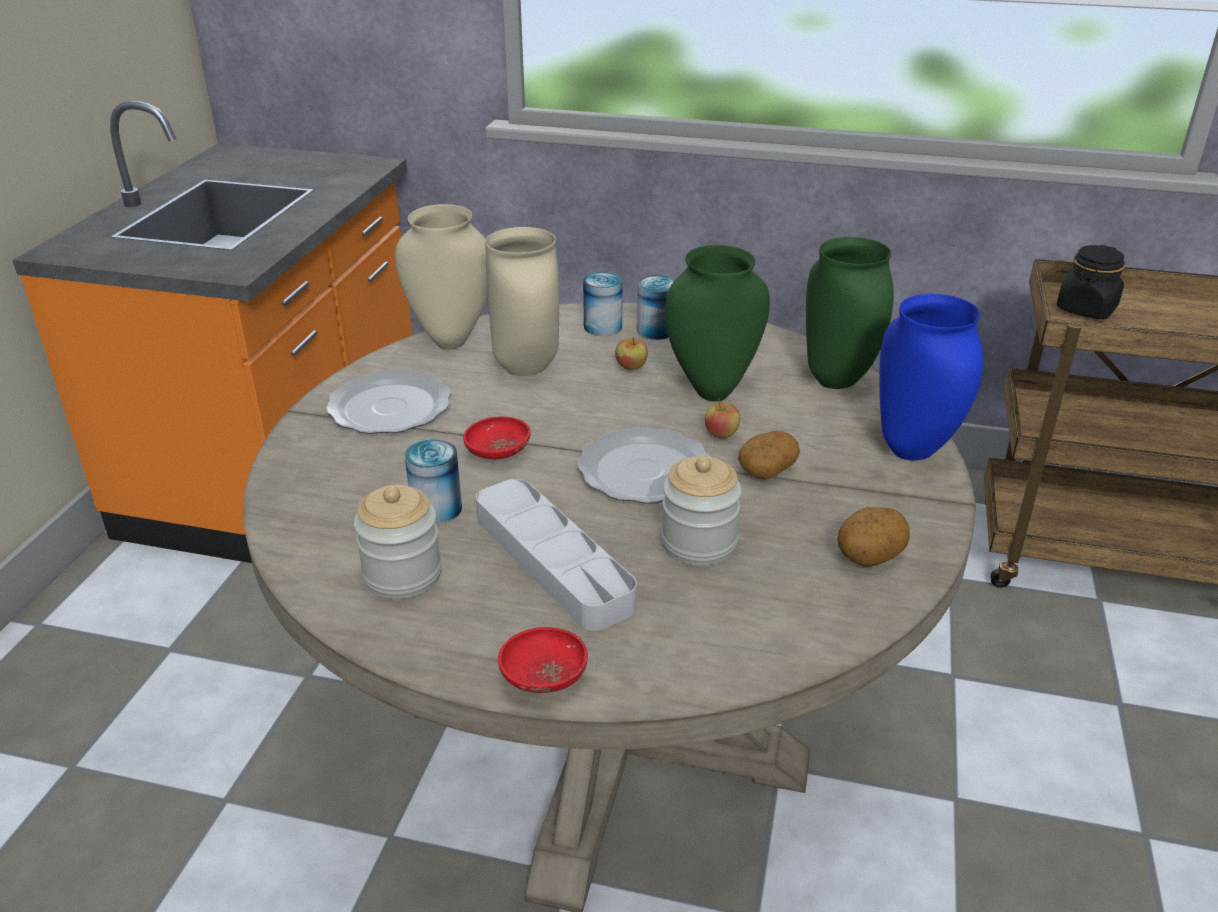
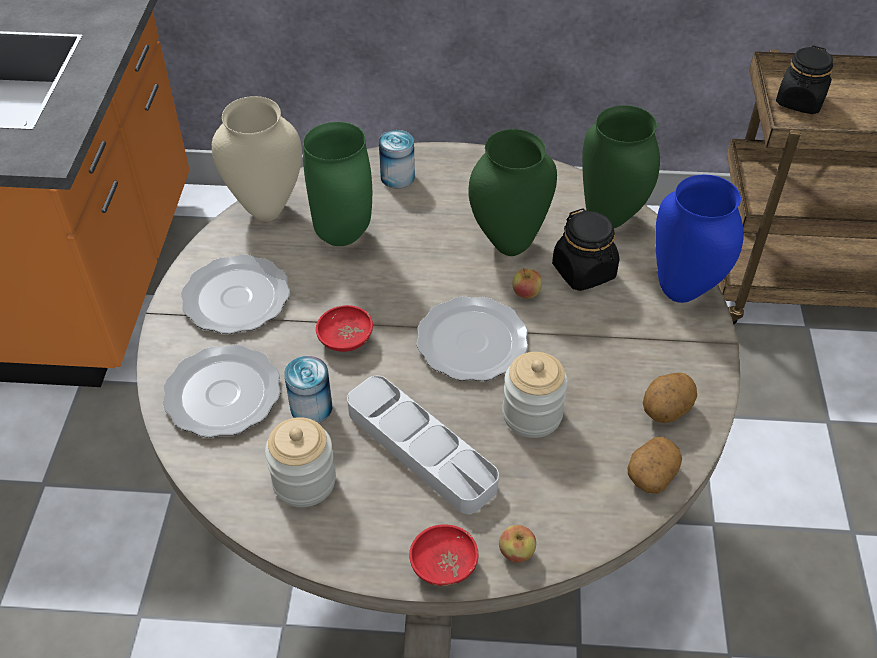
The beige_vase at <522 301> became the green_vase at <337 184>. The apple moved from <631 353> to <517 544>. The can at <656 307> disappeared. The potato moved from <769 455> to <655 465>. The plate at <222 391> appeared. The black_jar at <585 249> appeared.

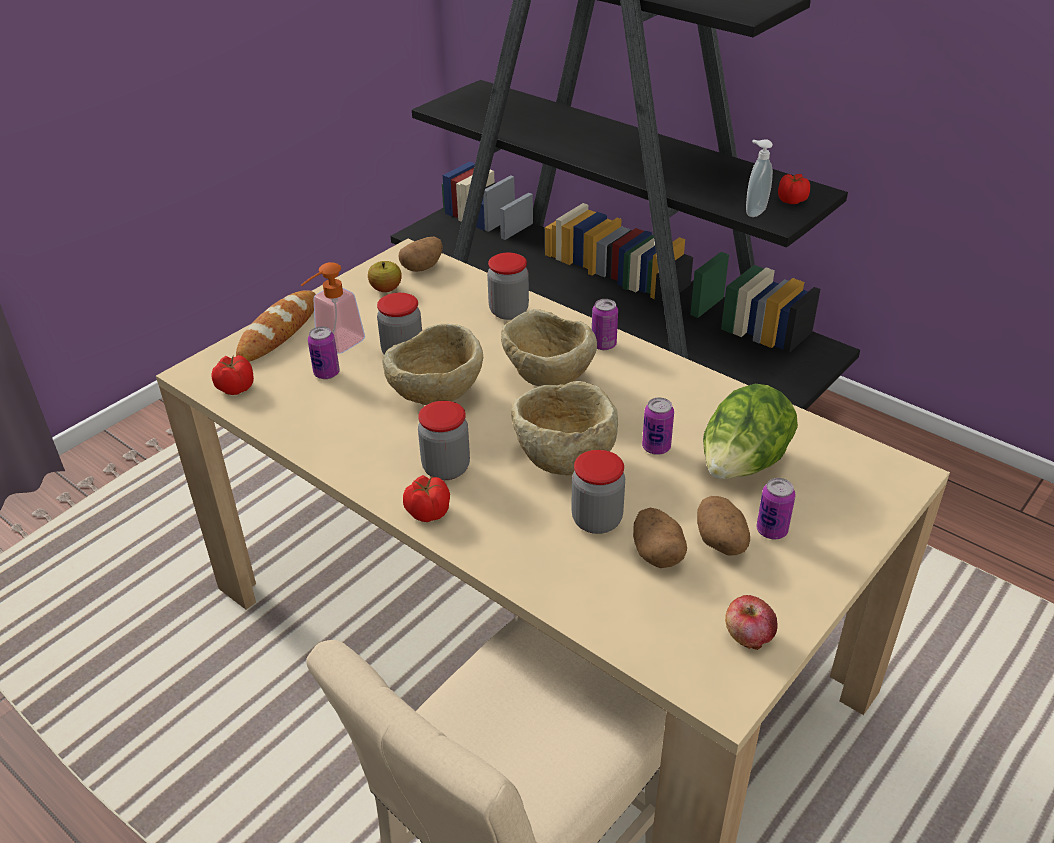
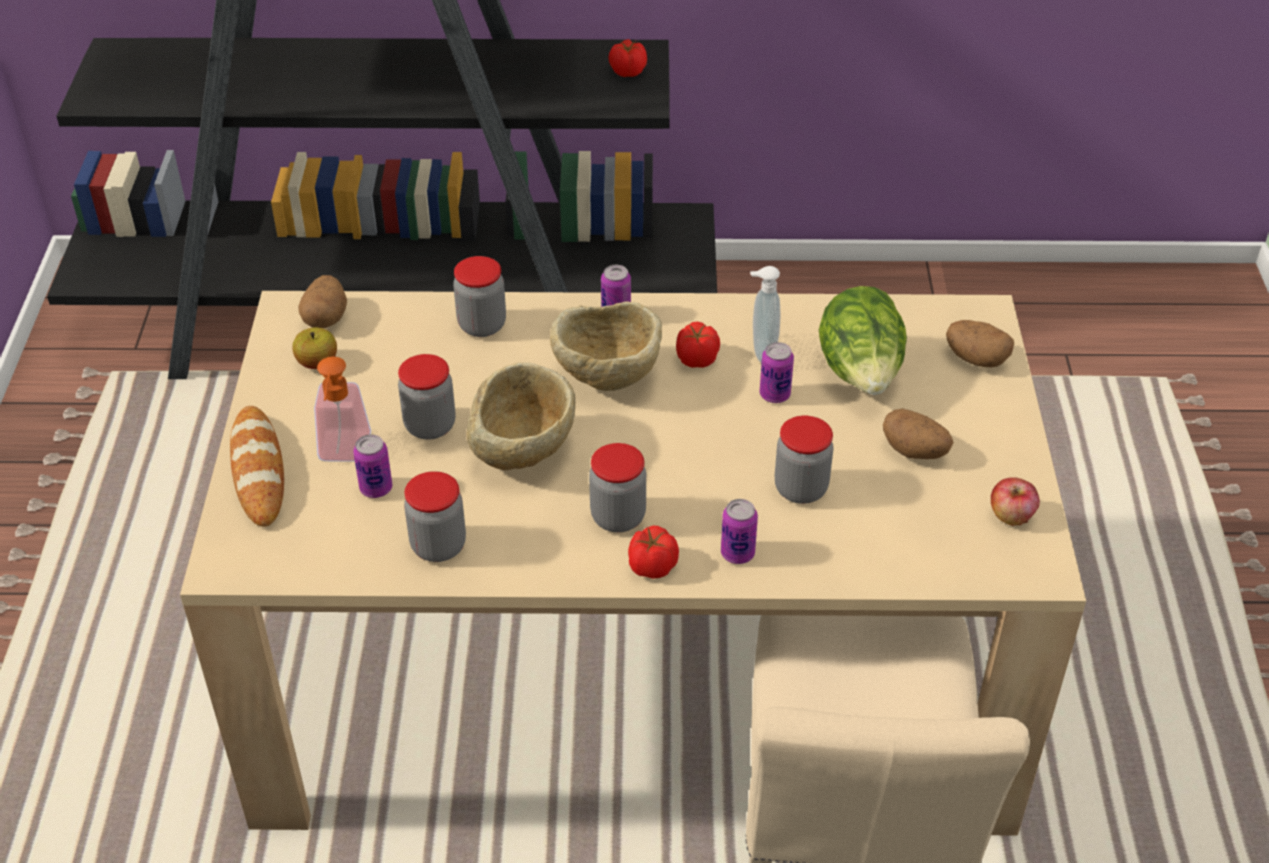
The tomato moved from <232 375> to <698 344>. The beige_bowl at <564 428> disappeared. The potato moved from <660 538> to <980 344>. The soap_dispenser moved from <759 178> to <765 314>. The can moved from <776 508> to <739 531>. The jar at <435 516> appeared.

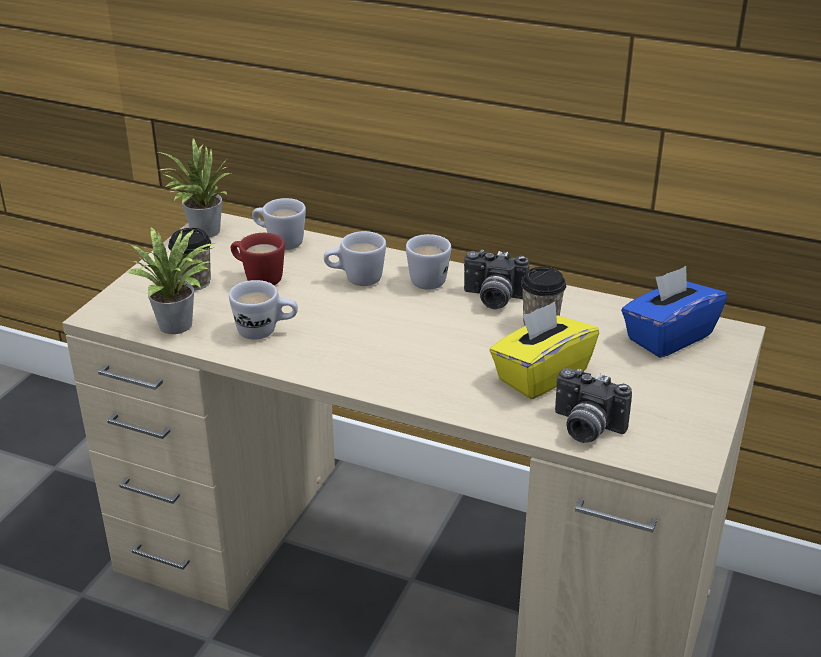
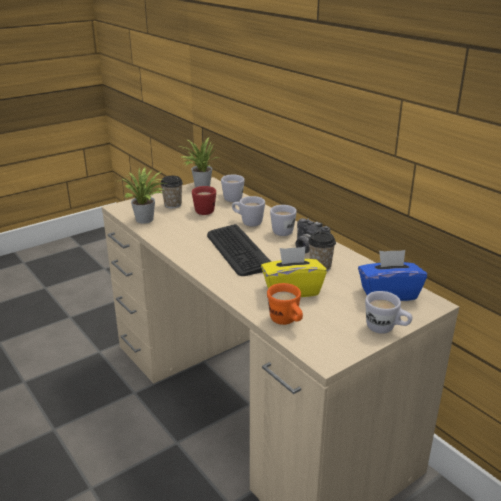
The white_mug moved from <263 310> to <388 312>. The photo_camera at <593 405> was replaced by the orange_mug at <285 304>. The keyboard at <239 250> appeared.

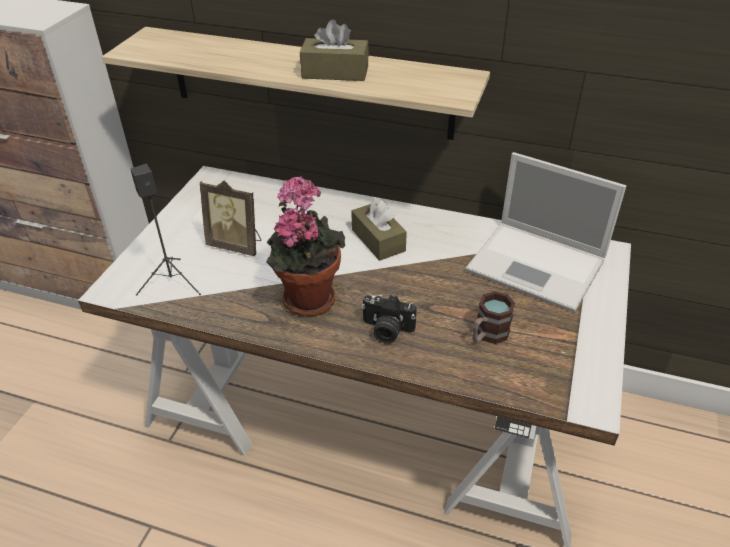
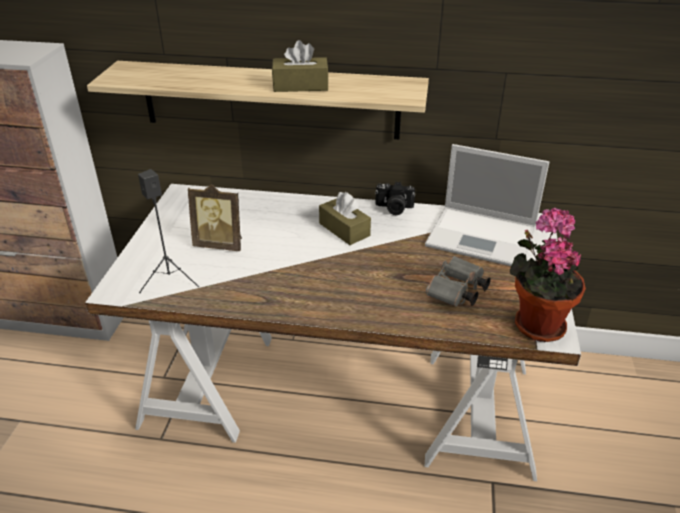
The potted_plant moved from <306 246> to <548 275>. The photo_camera moved from <389 319> to <395 198>. The mug at <493 317> was replaced by the grey_binoculars at <458 281>.

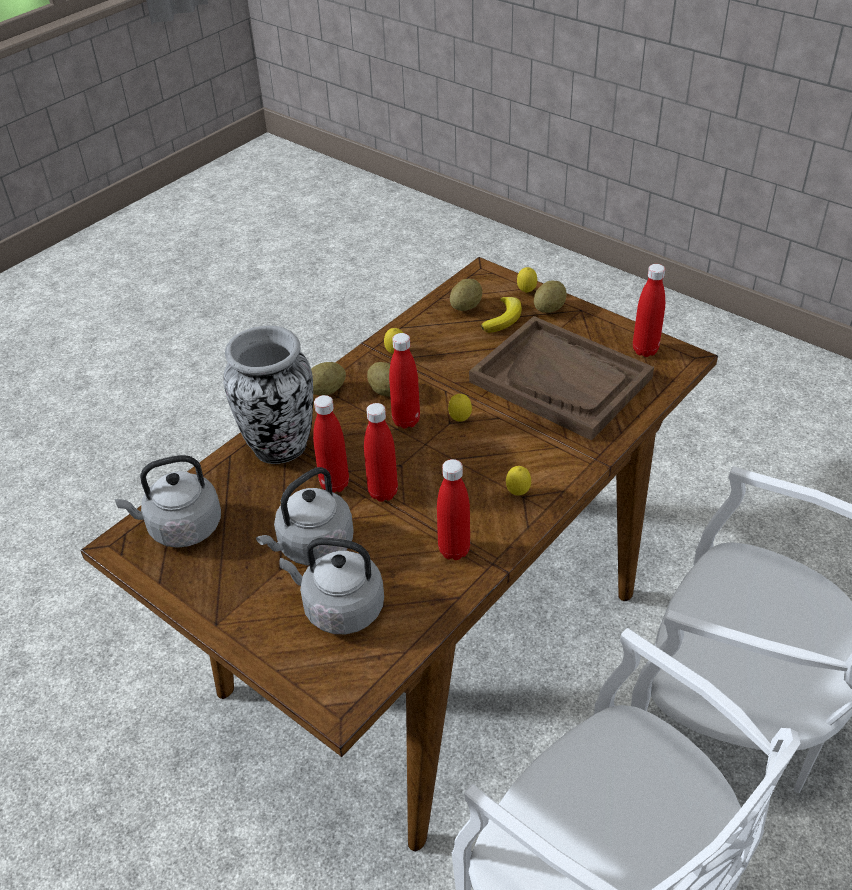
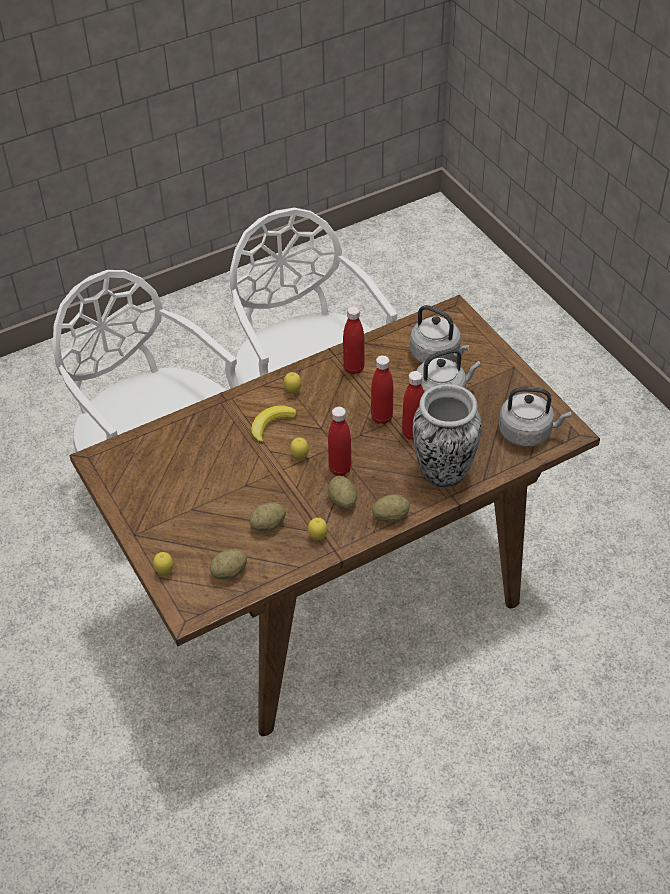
The brown_tray at <561 378> disappeared. The banana moved from <501 315> to <274 424>. The potato moved from <550 297> to <267 516>. The red_bottle at <649 310> disappeared.

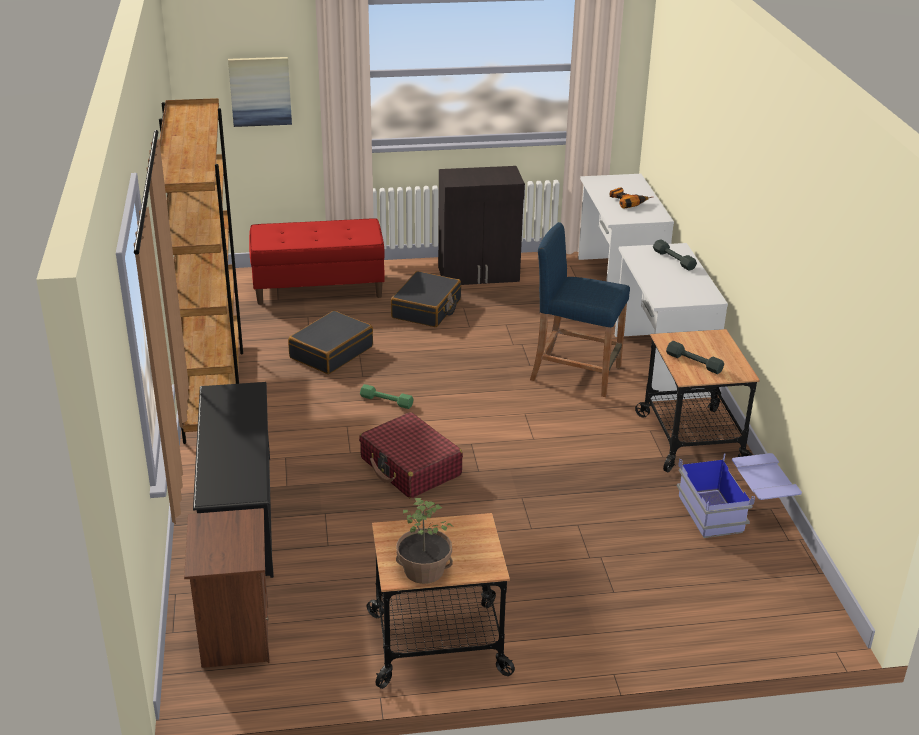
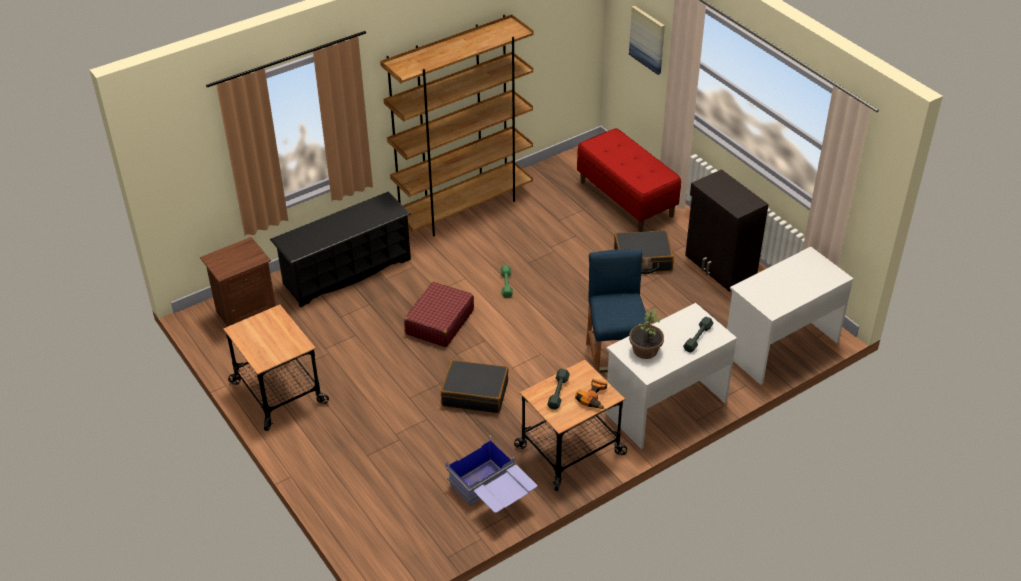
The black_suitcase moved from <330 342> to <475 386>. The potted_plant moved from <424 541> to <646 333>. The power_drill moved from <631 198> to <592 395>.

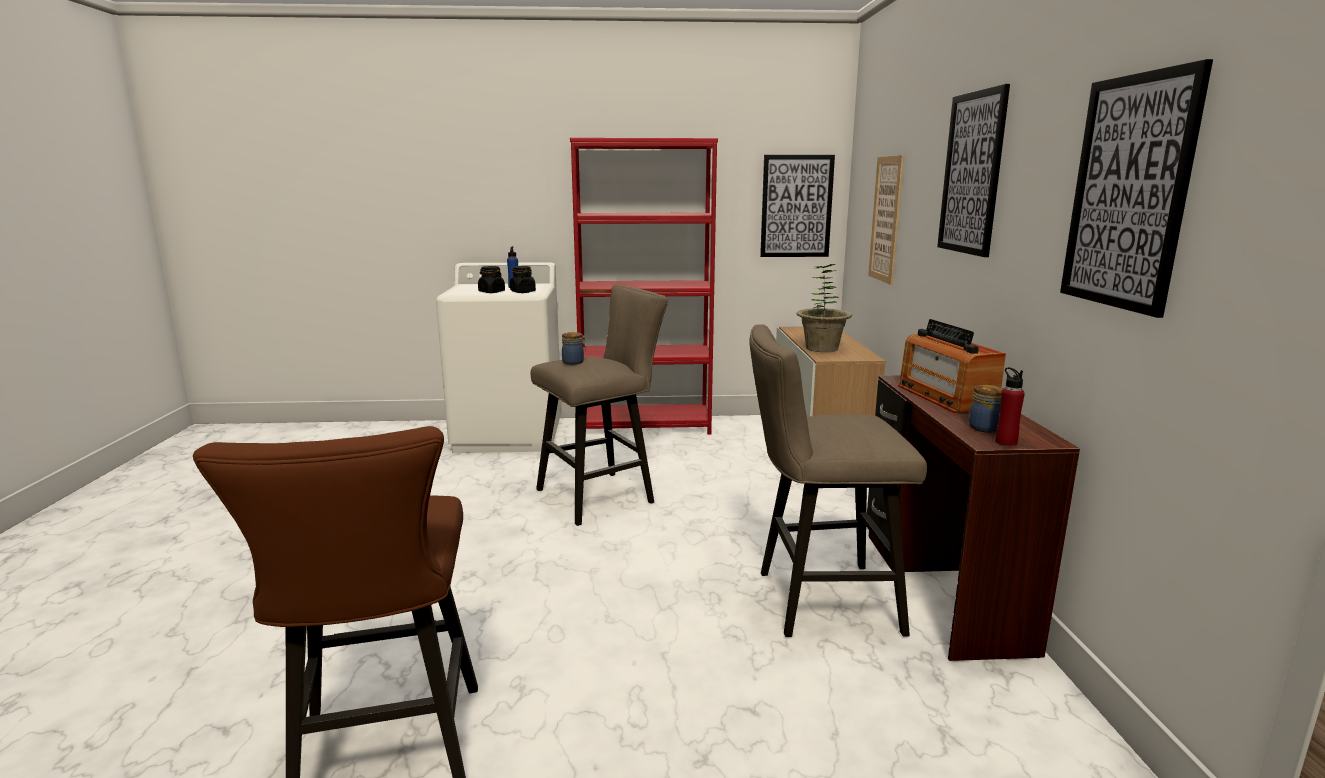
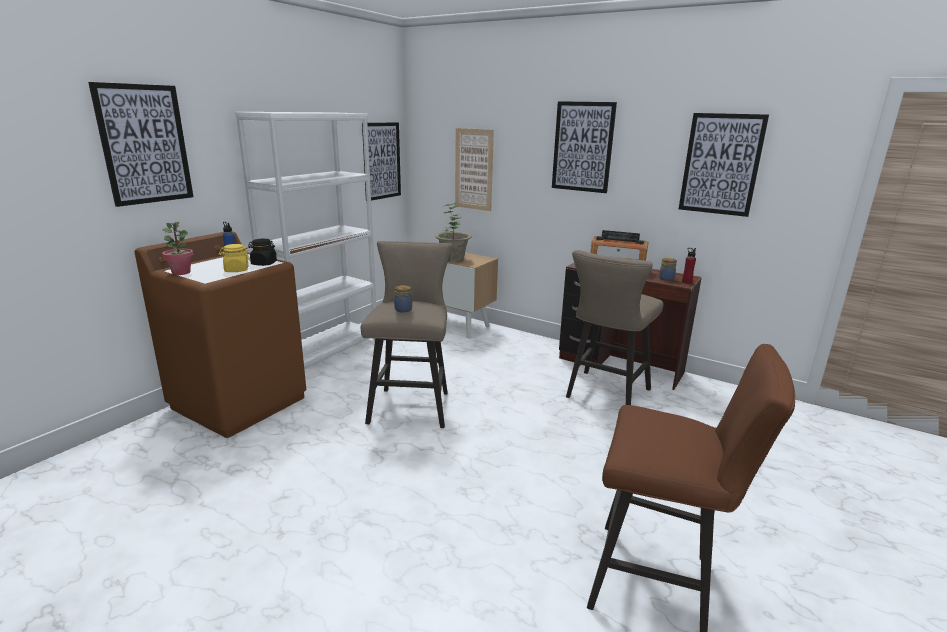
The white_washing_machine at <499 357> became the brown_washing_machine at <220 334>. The black_jar at <491 279> became the yellow_jar at <234 258>. The red_bookcase at <644 286> became the white_bookcase at <305 240>. The picture at <140 144> appeared. The potted_plant at <177 248> appeared.

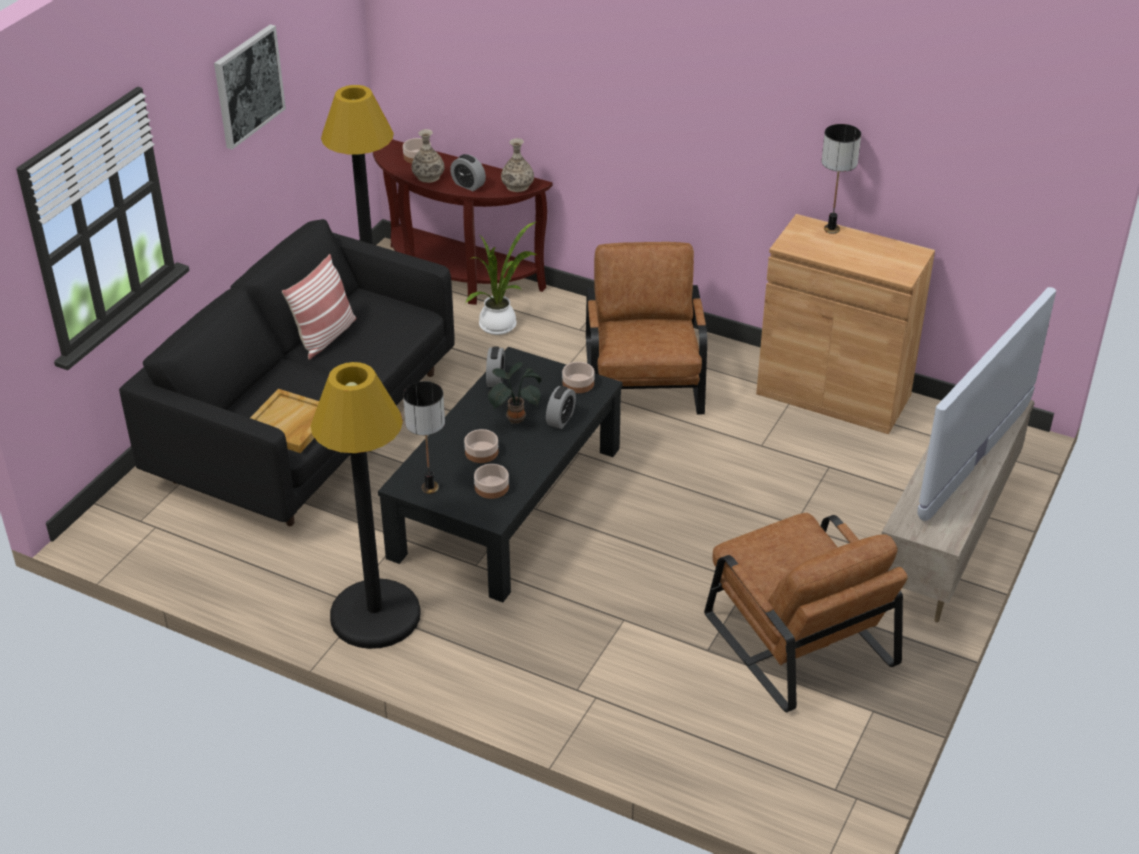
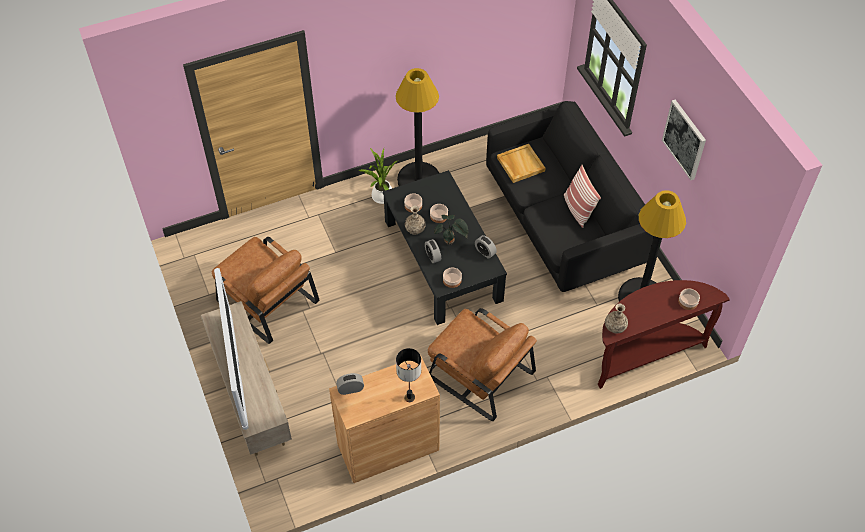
The table_lamp at <424 437> disappeared. The vase moved from <427 156> to <415 220>. The alarm_clock moved from <468 172> to <350 384>. The potted_plant moved from <501 278> to <377 176>. The brown_armchair at <806 612> turned 150 degrees counterclockwise.

